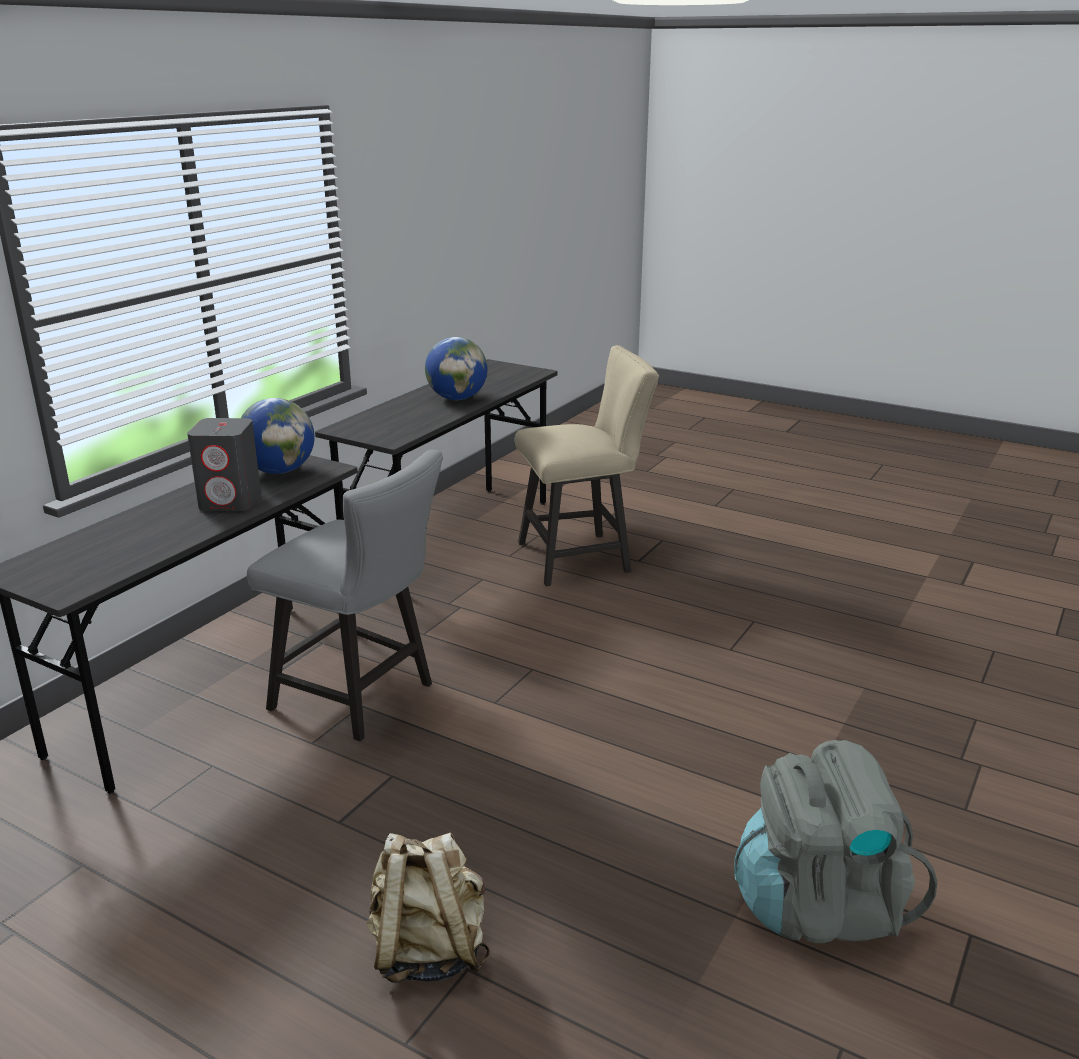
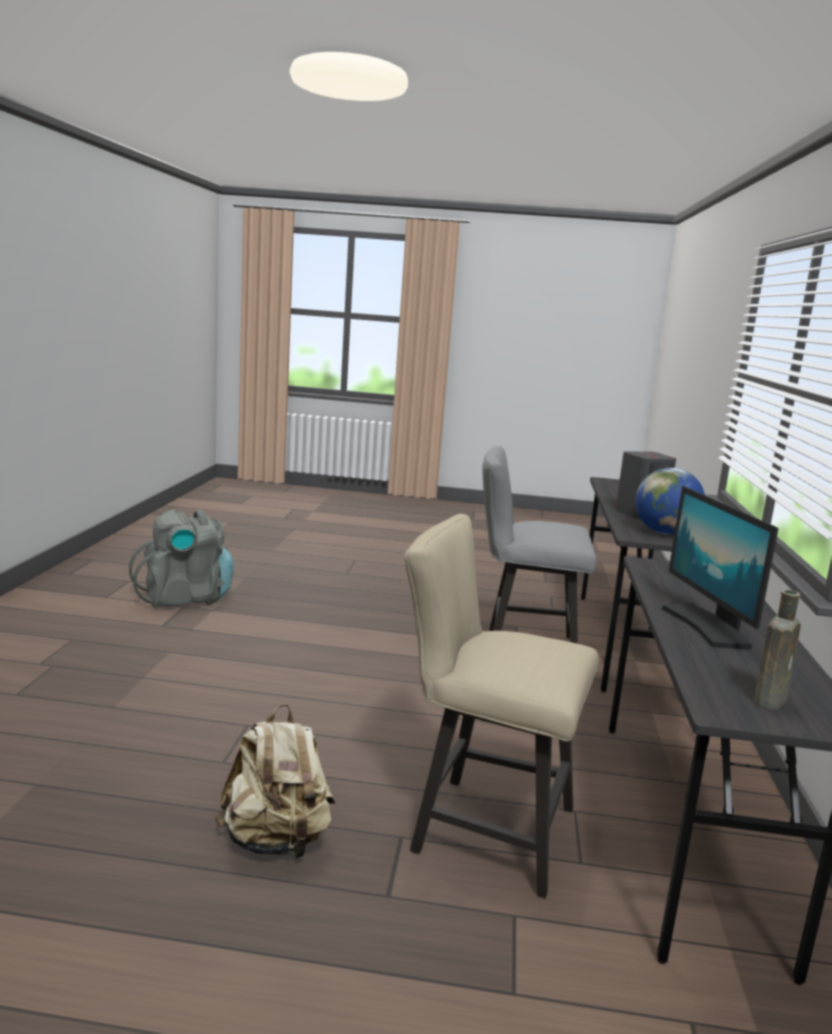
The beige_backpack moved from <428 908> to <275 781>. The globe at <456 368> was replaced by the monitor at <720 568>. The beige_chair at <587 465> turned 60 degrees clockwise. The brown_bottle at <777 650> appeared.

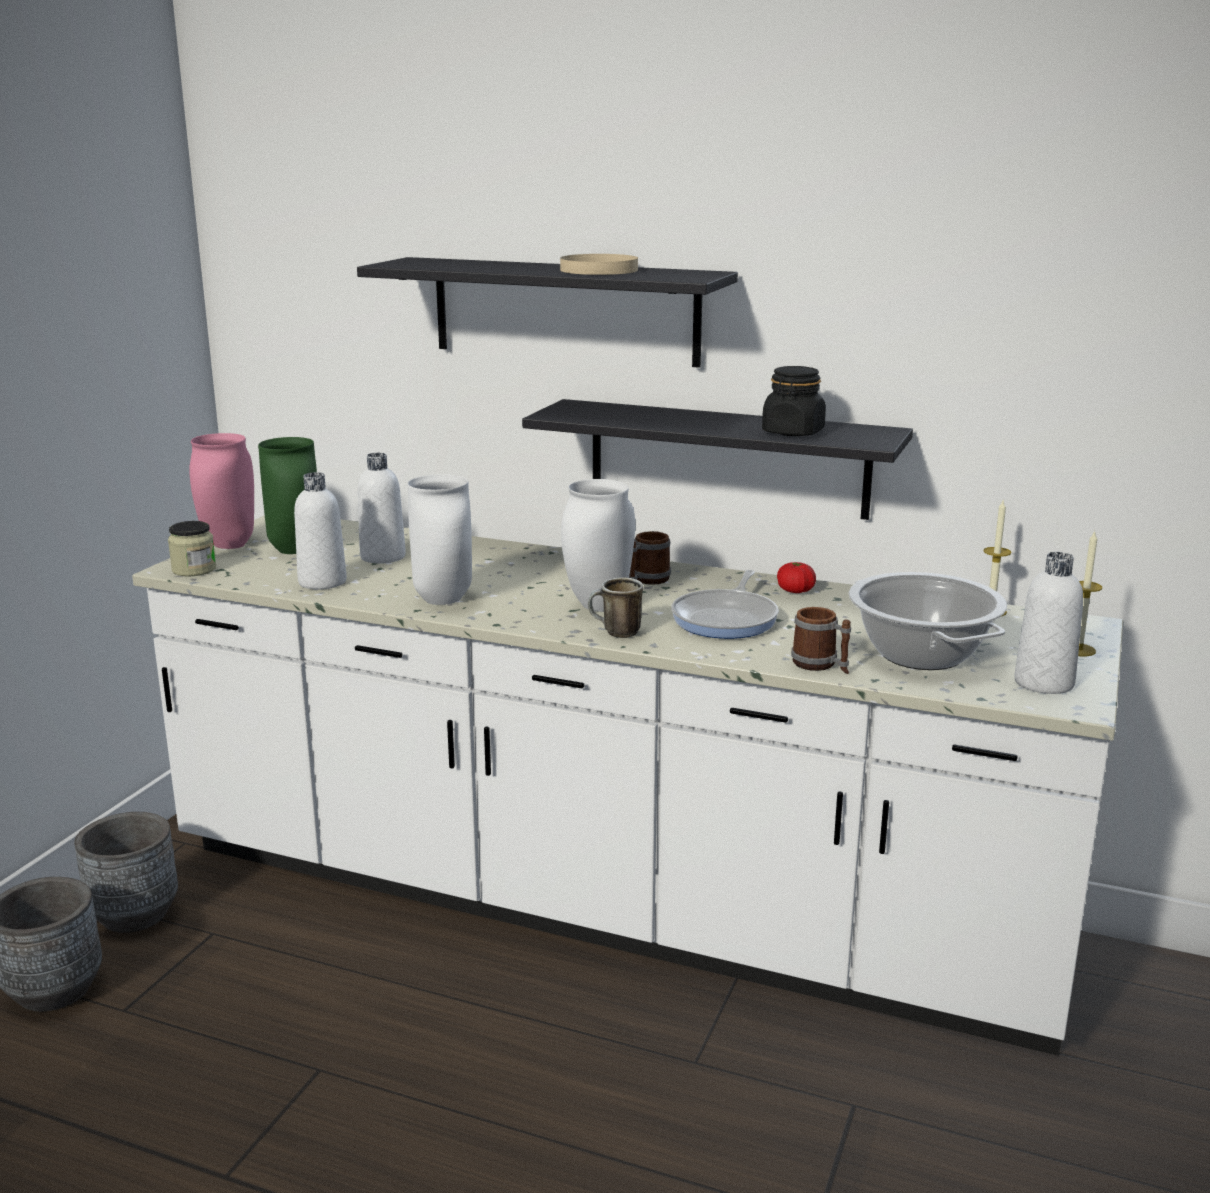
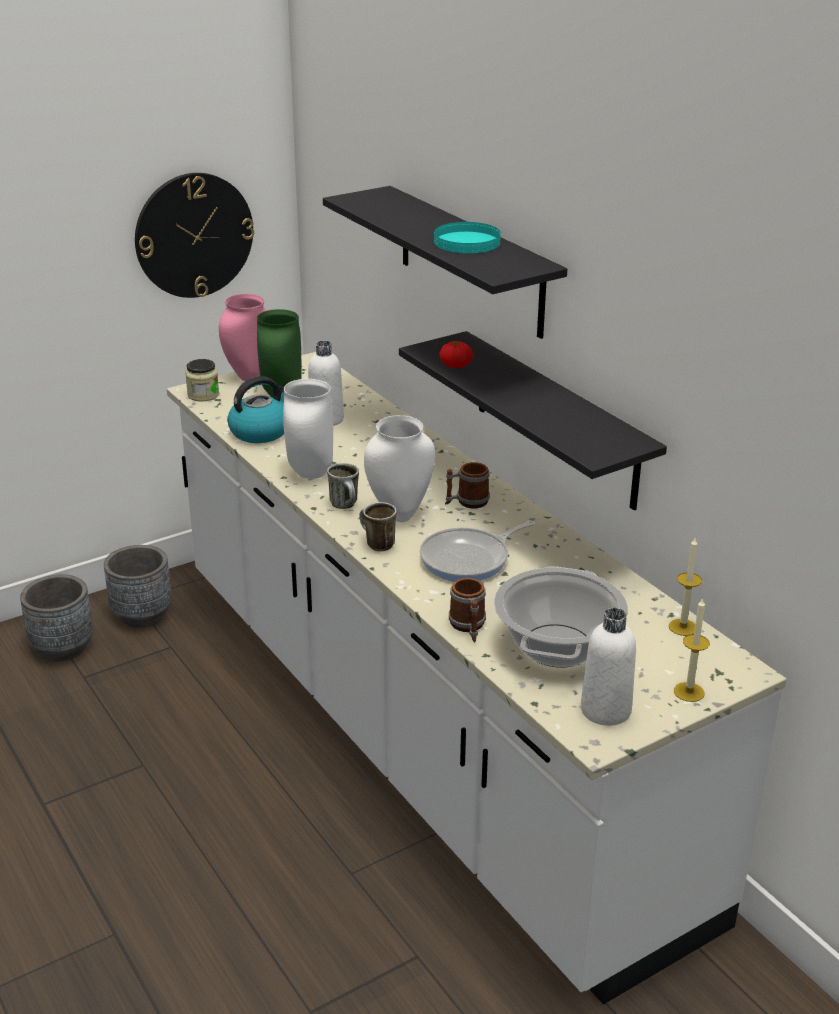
The white_bottle at <320 530> was replaced by the kettle at <255 409>. The beige_plate at <599 264> became the turquoise_plate at <467 237>. The black_jar at <794 401> disappeared. The tomato moved from <796 577> to <456 354>. The wall_clock at <194 235> appeared. The mug at <343 486> appeared.

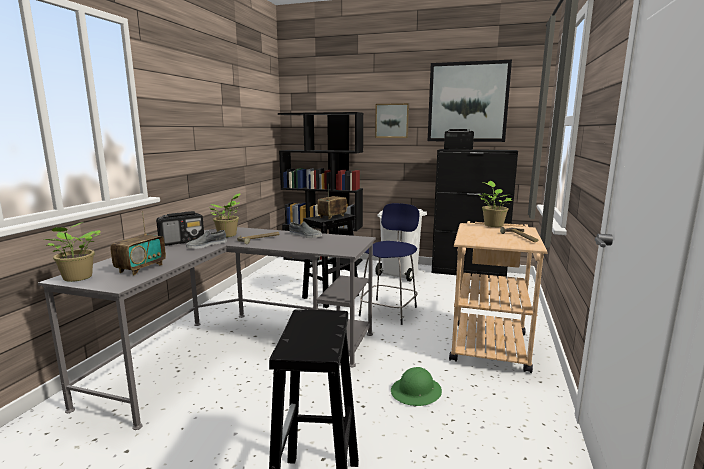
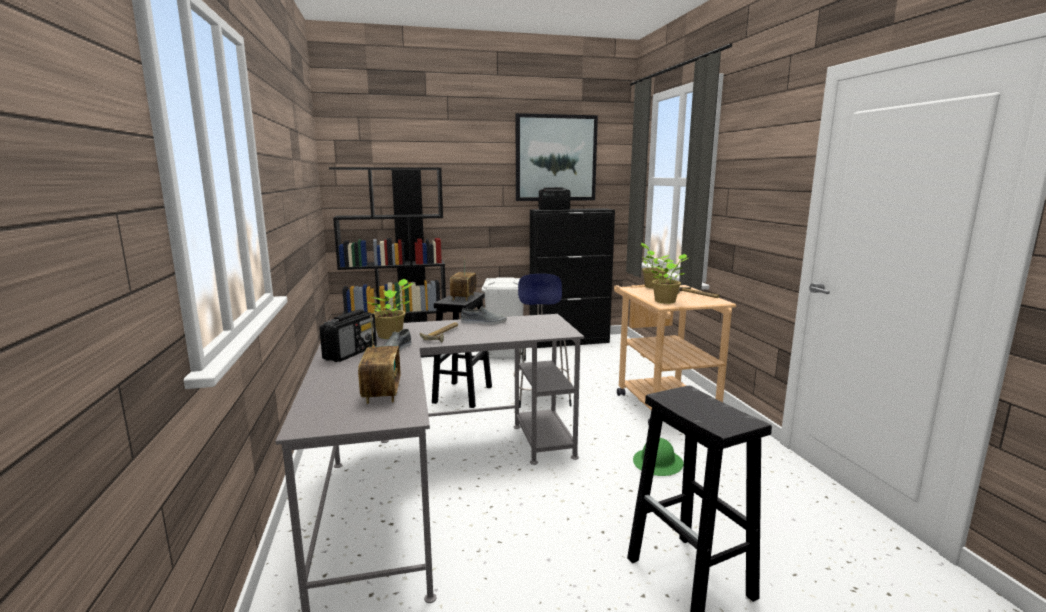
The potted_plant moved from <72 252> to <670 279>. The picture at <392 120> disappeared.

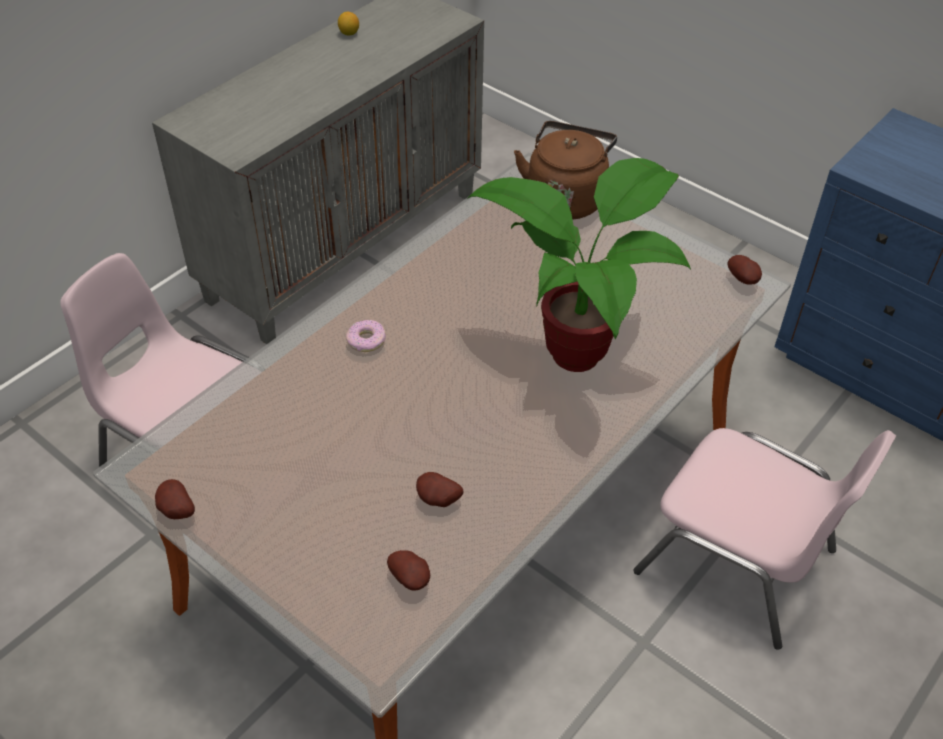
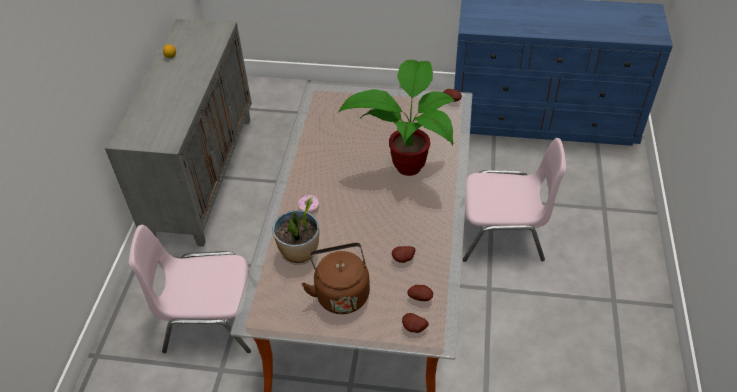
The potato moved from <175 499> to <415 323>. The brown_kettle moved from <565 170> to <336 278>. The potted_plant at <295 231> appeared.

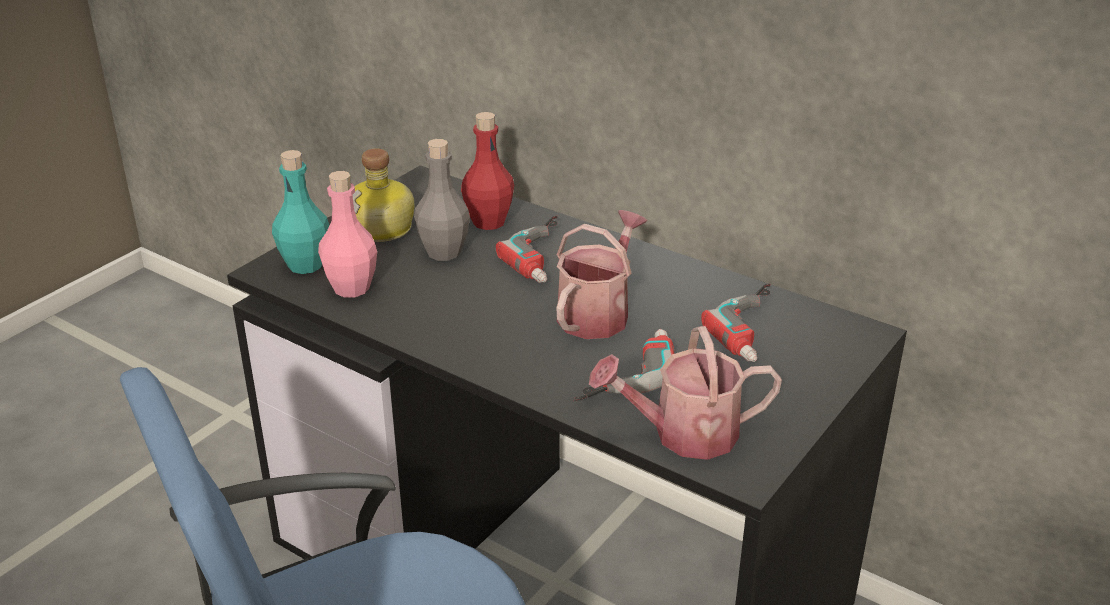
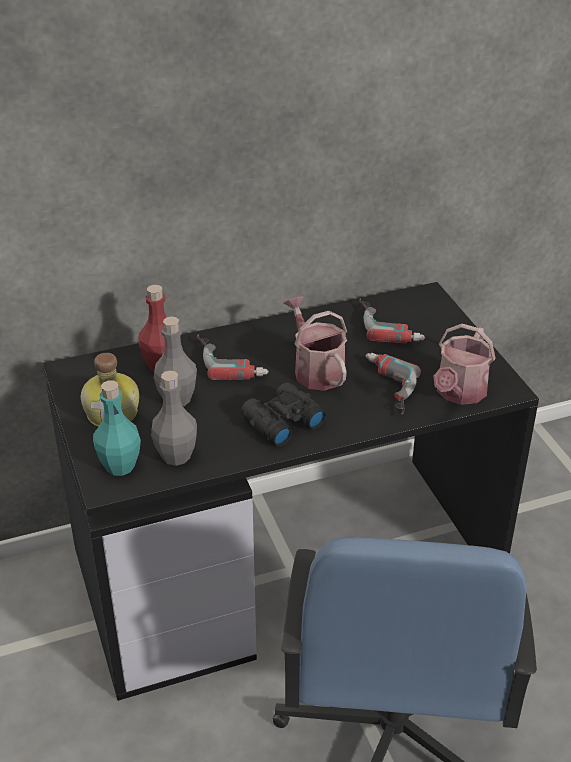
The pink_bottle at <347 234> became the grey_bottle at <174 418>. The black_binoculars at <283 414> appeared.

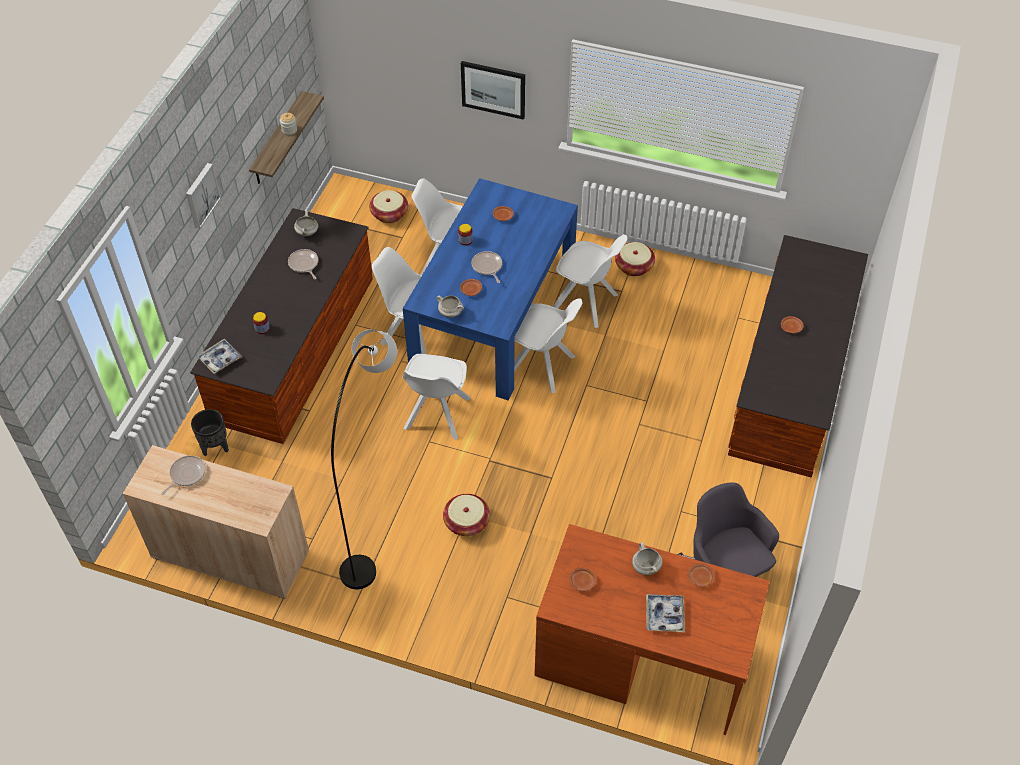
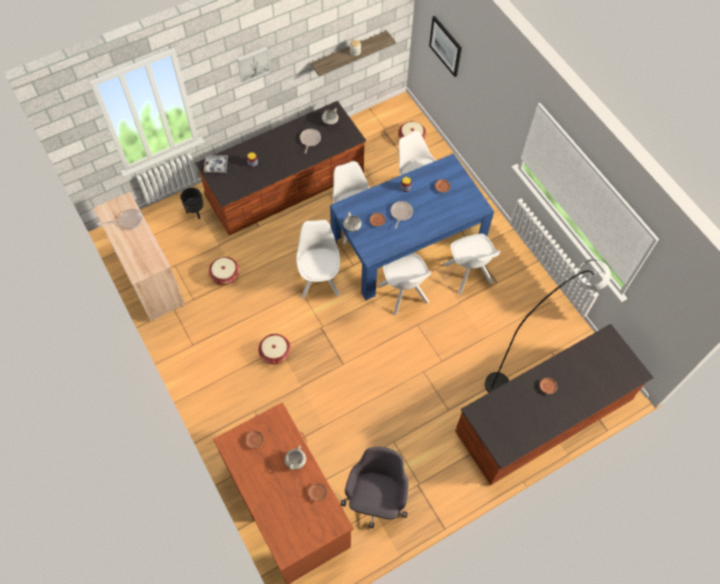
The grey_floor_lamp moved from <364 459> to <548 326>. The white_chair at <437 397> turned 120 degrees clockwise. The picture moved from <493 90> to <445 46>. The basket moved from <635 259> to <224 271>. The tray at <665 613> disappeared.

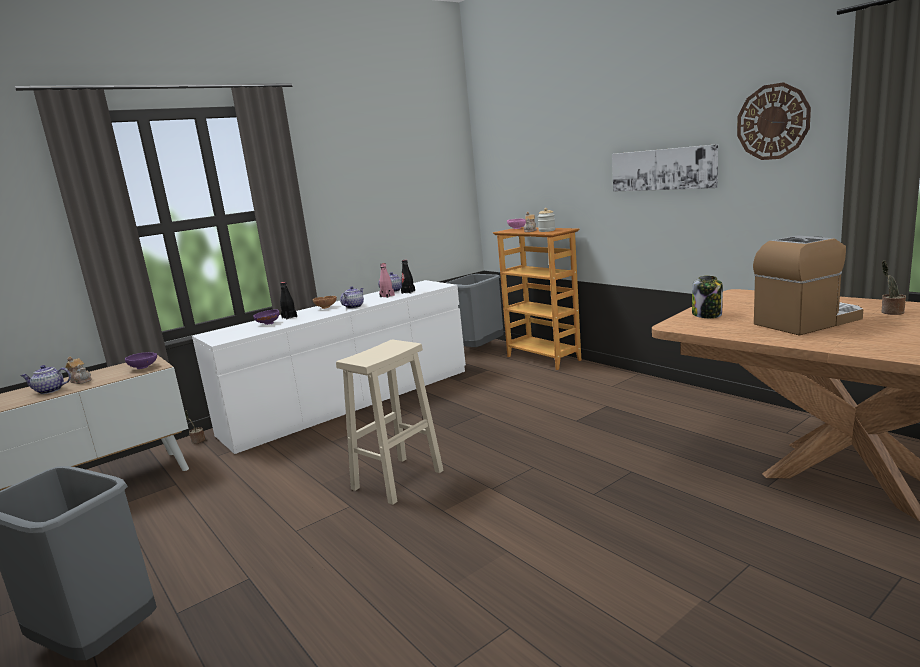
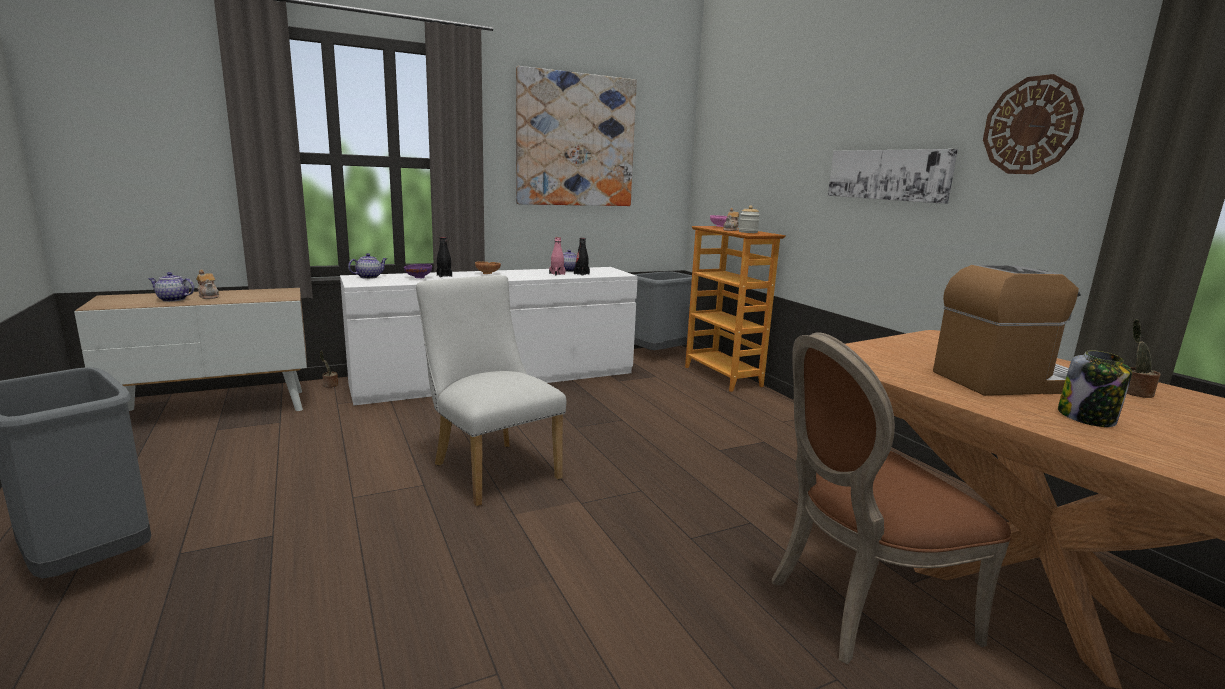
The purple_bowl at <141 360> disappeared. The beige_stool at <389 422> was replaced by the white_chair at <491 390>. The teapot moved from <352 297> to <367 266>. The jar moved from <707 296> to <1095 388>. The picture at <576 136> appeared. The brown_chair at <891 498> appeared.

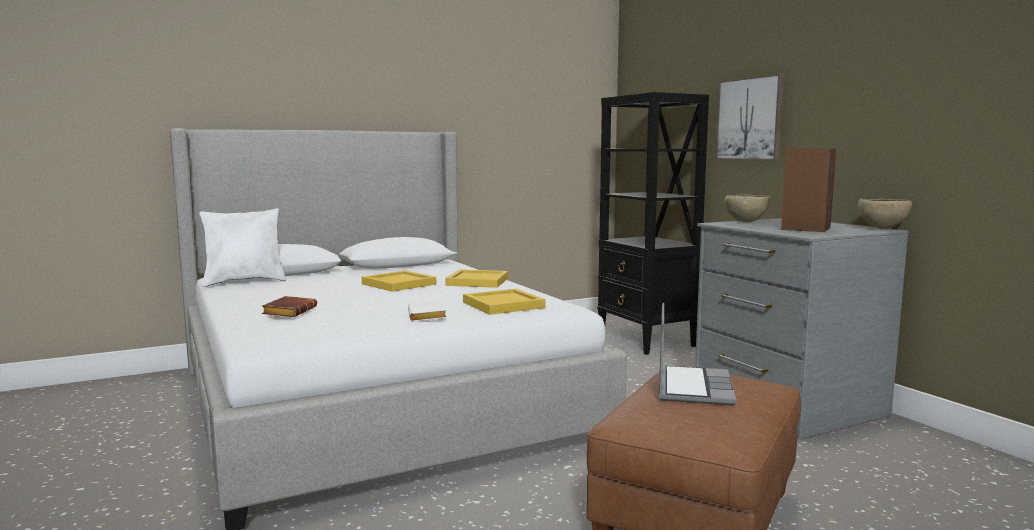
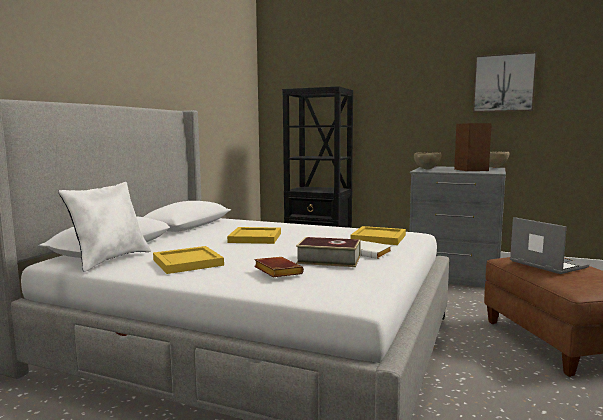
The yellow_tray moved from <476 278> to <188 260>. The picture moved from <749 117> to <505 82>. The book at <328 252> appeared.

